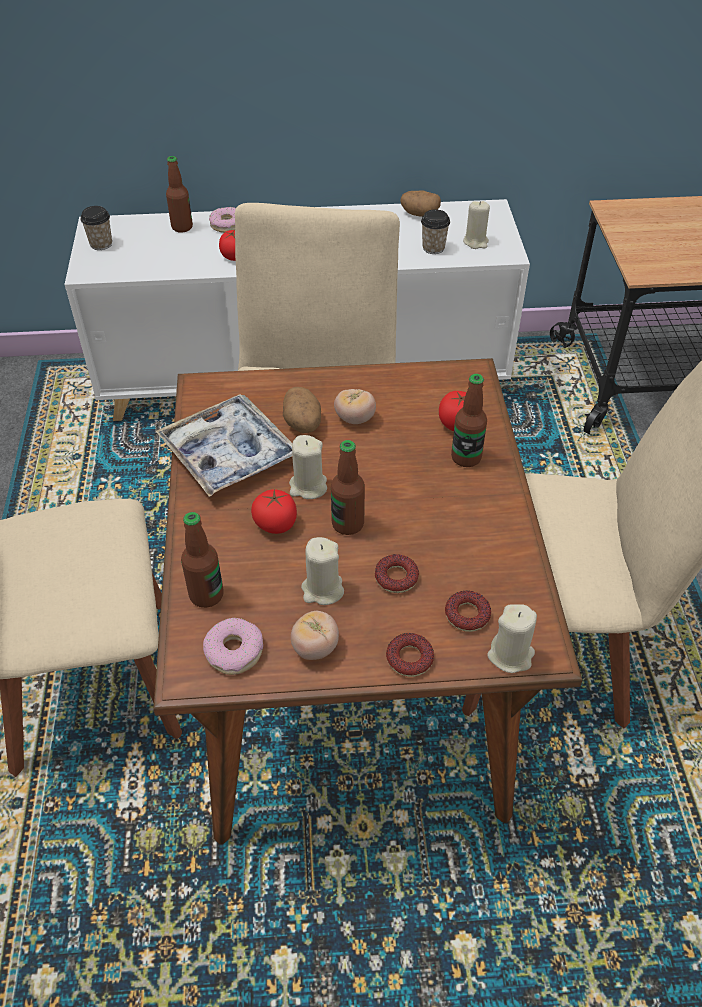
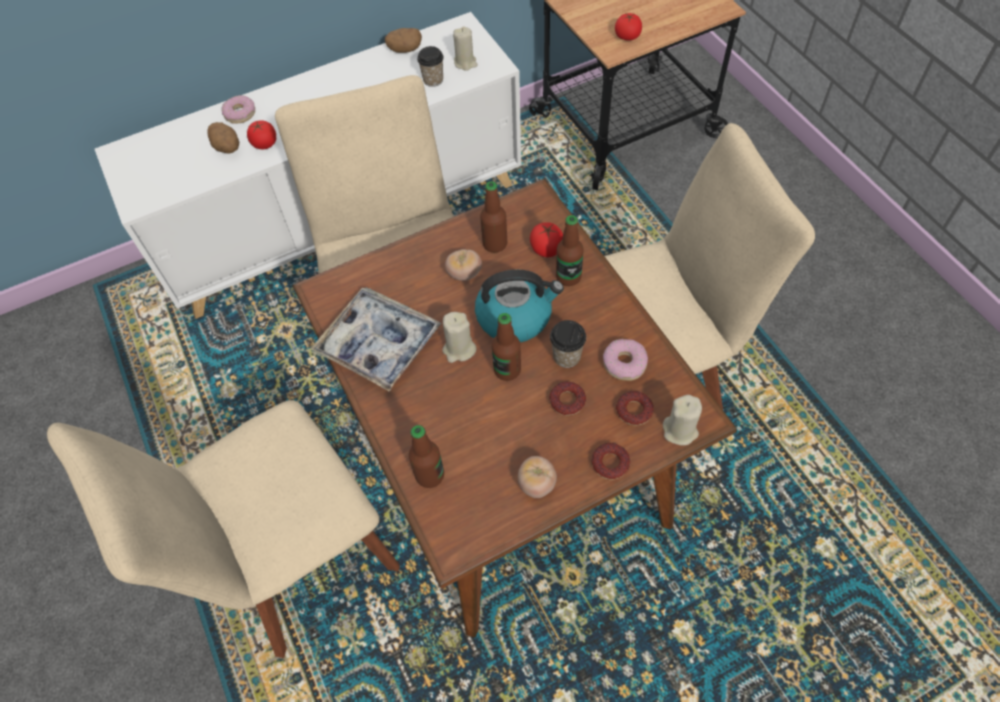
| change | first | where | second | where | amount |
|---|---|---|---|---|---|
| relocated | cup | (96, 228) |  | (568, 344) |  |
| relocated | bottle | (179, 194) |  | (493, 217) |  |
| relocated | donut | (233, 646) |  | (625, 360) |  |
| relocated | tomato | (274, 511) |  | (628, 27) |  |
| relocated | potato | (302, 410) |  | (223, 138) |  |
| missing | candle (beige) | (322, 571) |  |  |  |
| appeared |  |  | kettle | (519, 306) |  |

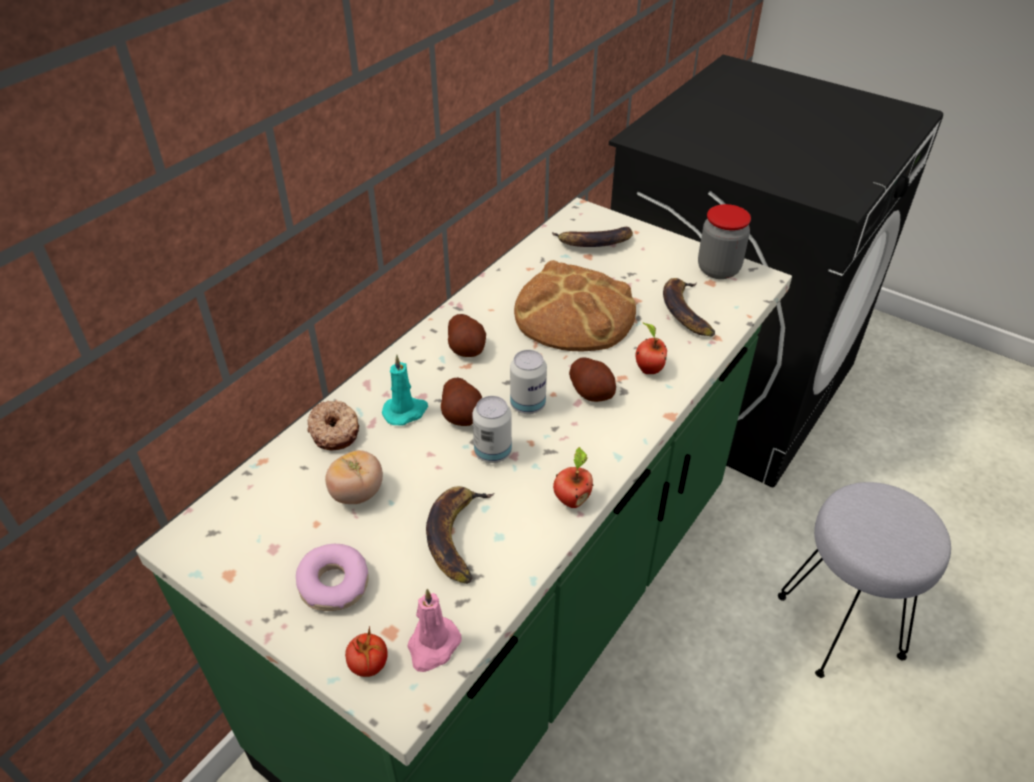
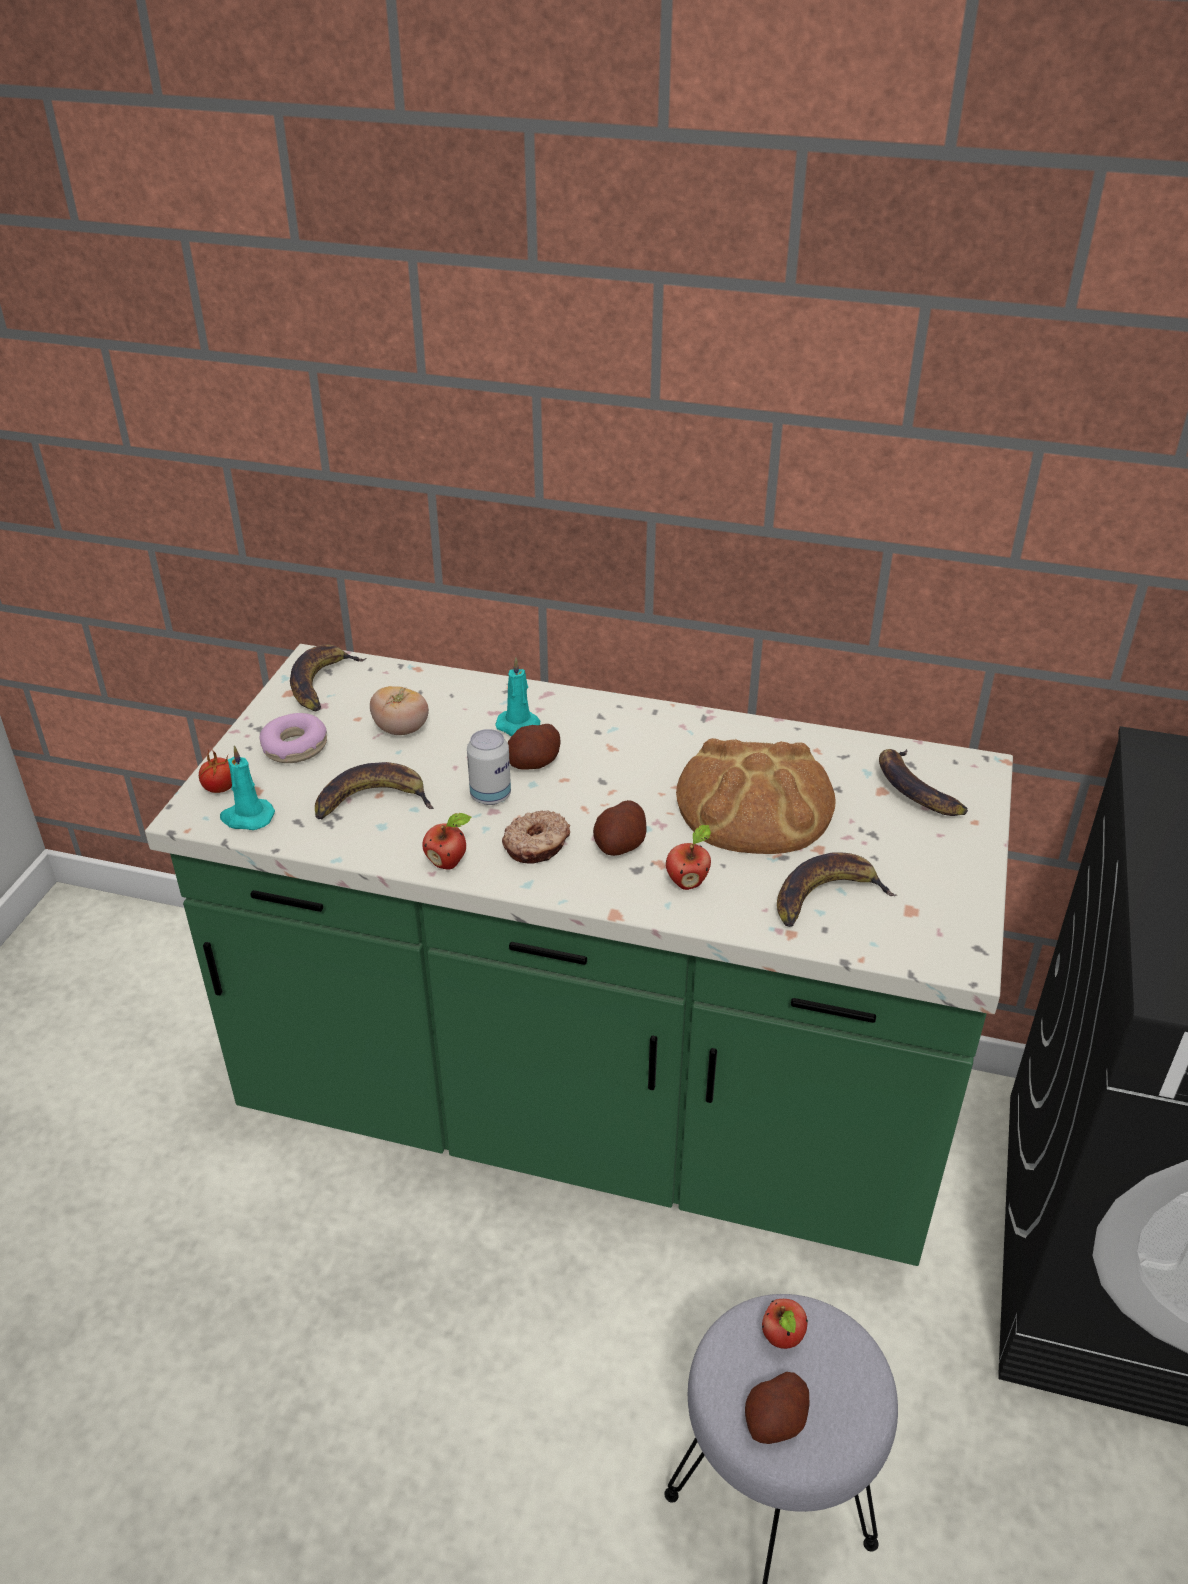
| change | first | where | second | where | amount |
|---|---|---|---|---|---|
| relocated | donut | (333, 426) |  | (536, 837) |  |
| colour | candle (pink) | (434, 630) | candle (turquoise) | (247, 788) |  |
| relocated | potato | (467, 335) |  | (777, 1408) |  |
| missing | can | (528, 382) |  |  |  |
| missing | jar | (724, 241) |  |  |  |
| appeared |  |  | banana | (328, 678) |  |
| appeared |  |  | apple | (785, 1324) |  |

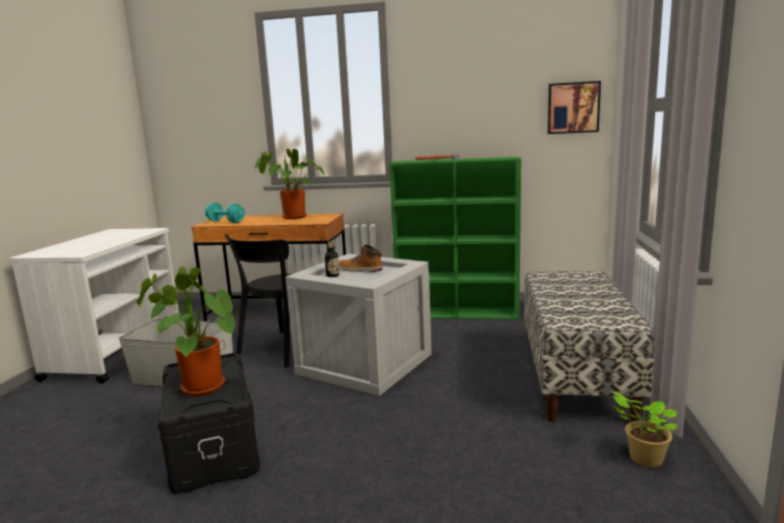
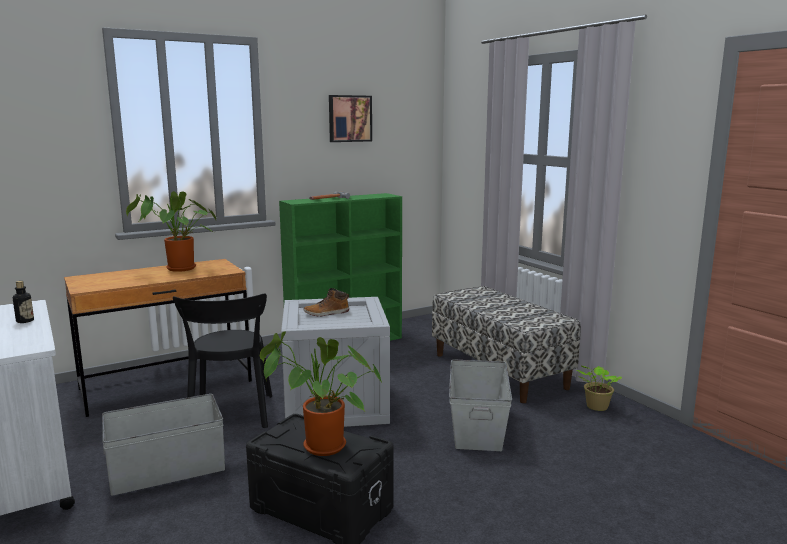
| change | first | where | second | where | amount |
|---|---|---|---|---|---|
| missing | dumbbell (turquoise) | (225, 213) |  |  |  |
| relocated | bottle | (332, 259) |  | (23, 302) |  |
| relocated | picture | (574, 107) |  | (350, 118) |  |
| appeared |  |  | storage box (grey) | (480, 405) |  |

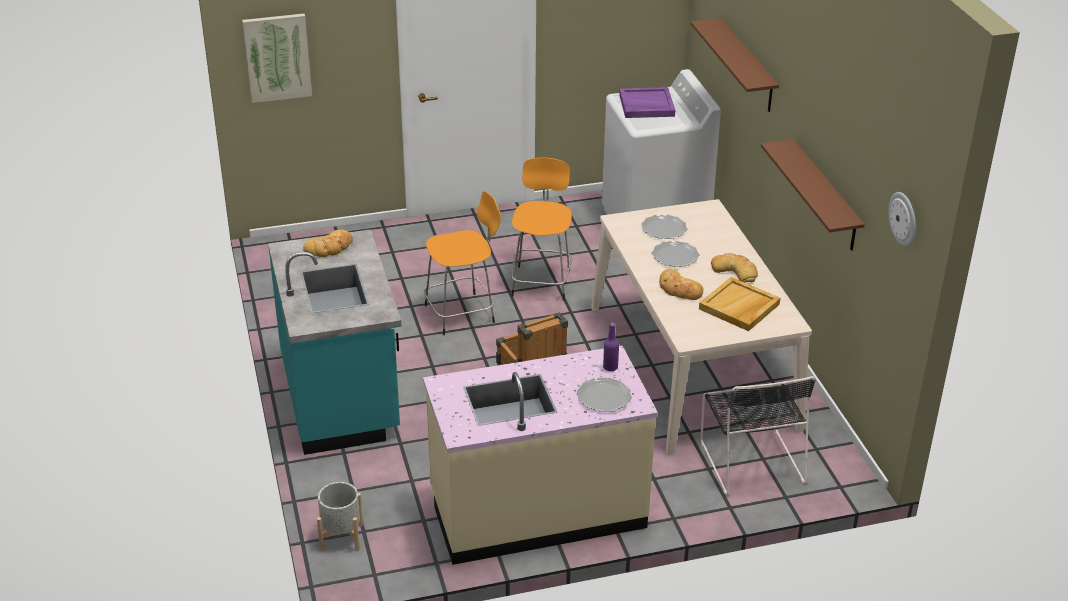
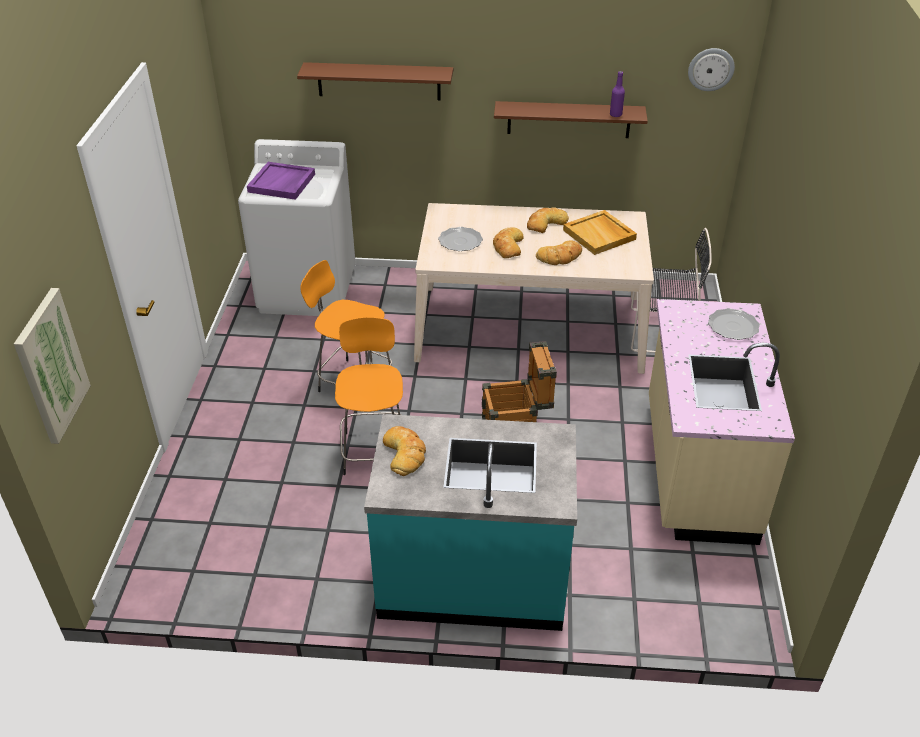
| change | first | where | second | where | amount |
|---|---|---|---|---|---|
| missing | planter (grey) | (340, 516) |  |  |  |
| relocated | bottle (purple) | (611, 347) |  | (617, 94) |  |
| exchanged | plate | (675, 254) | bread | (508, 242) |  |

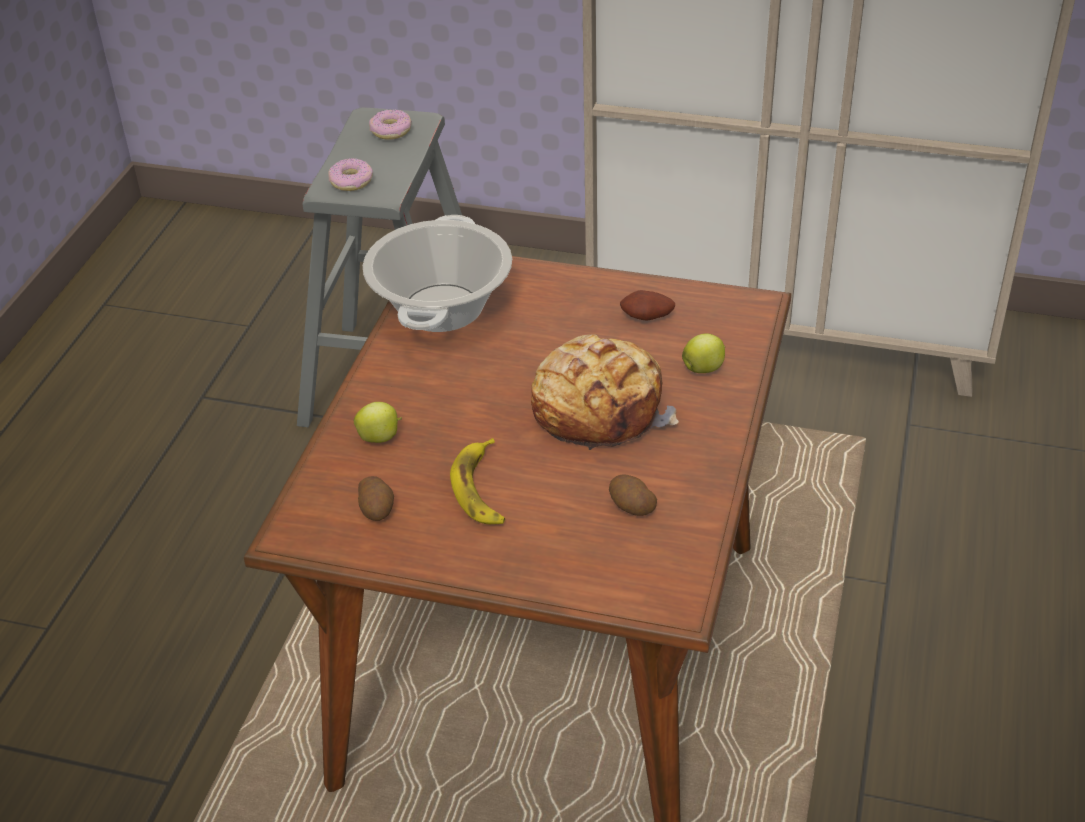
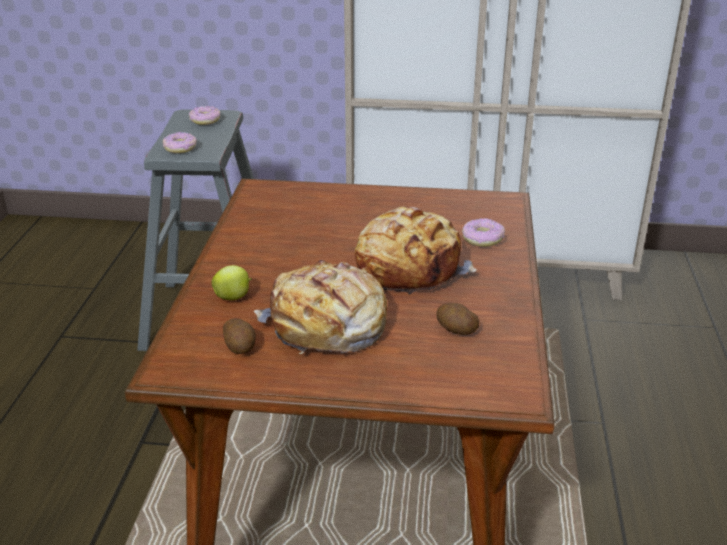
| change | first | where | second | where | amount |
|---|---|---|---|---|---|
| missing | cooking pot | (437, 273) |  |  |  |
| exchanged | banana | (477, 481) | bread | (320, 307) |  |
| missing | potato | (647, 305) |  |  |  |
| exchanged | apple | (703, 353) | donut | (483, 232) |  |

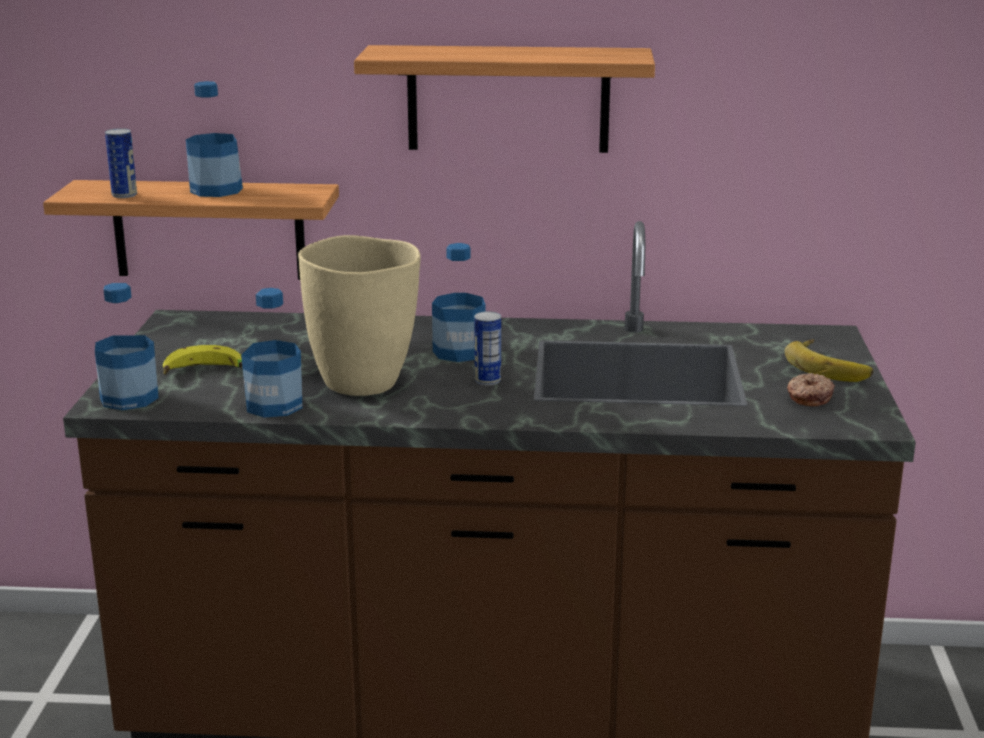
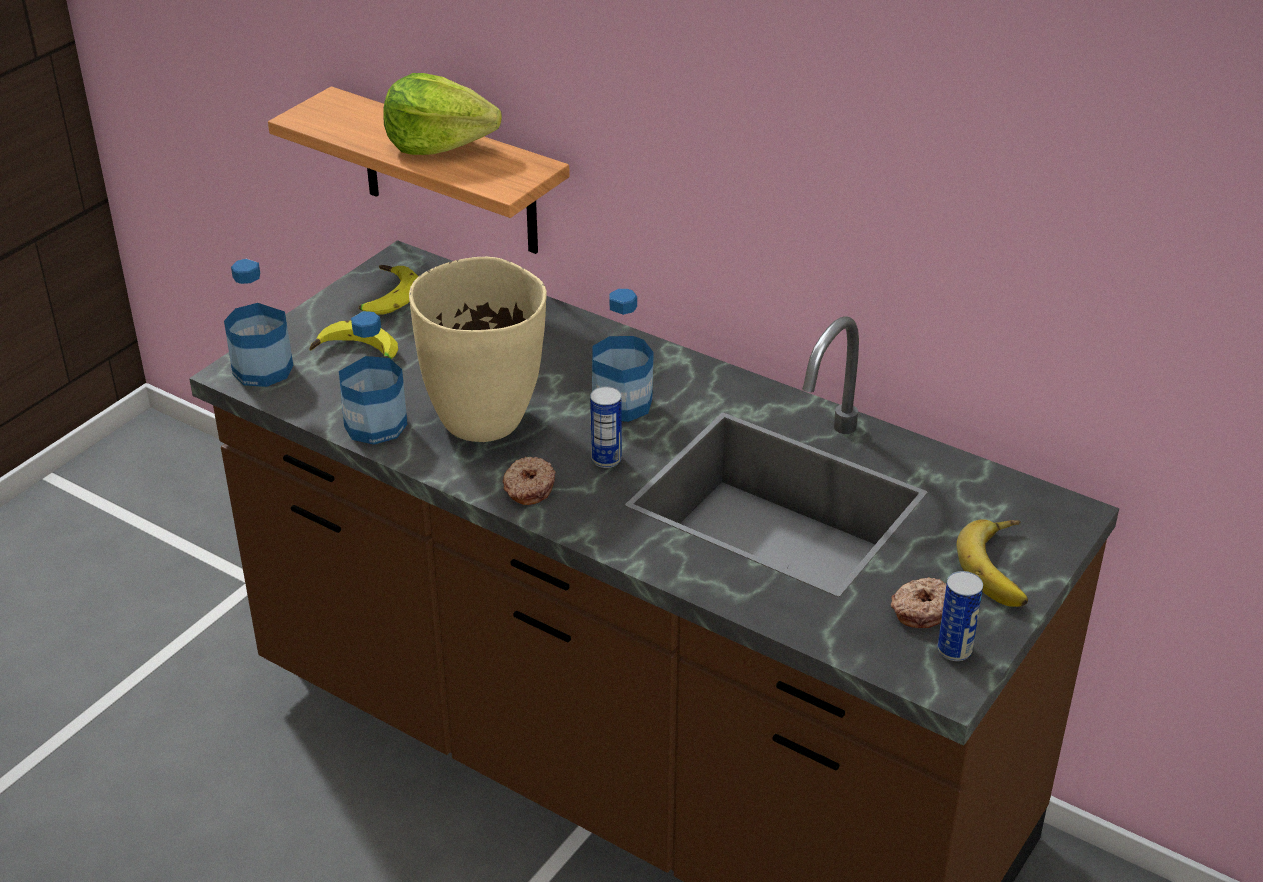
| change | first | where | second | where | amount |
|---|---|---|---|---|---|
| relocated | can | (121, 163) |  | (960, 616) |  |
| exchanged | bottle | (214, 139) | lettuce | (442, 114) |  |
| missing | shelf | (504, 99) |  |  |  |
| appeared |  |  | banana | (389, 290) |  |
| appeared |  |  | donut | (529, 480) |  |

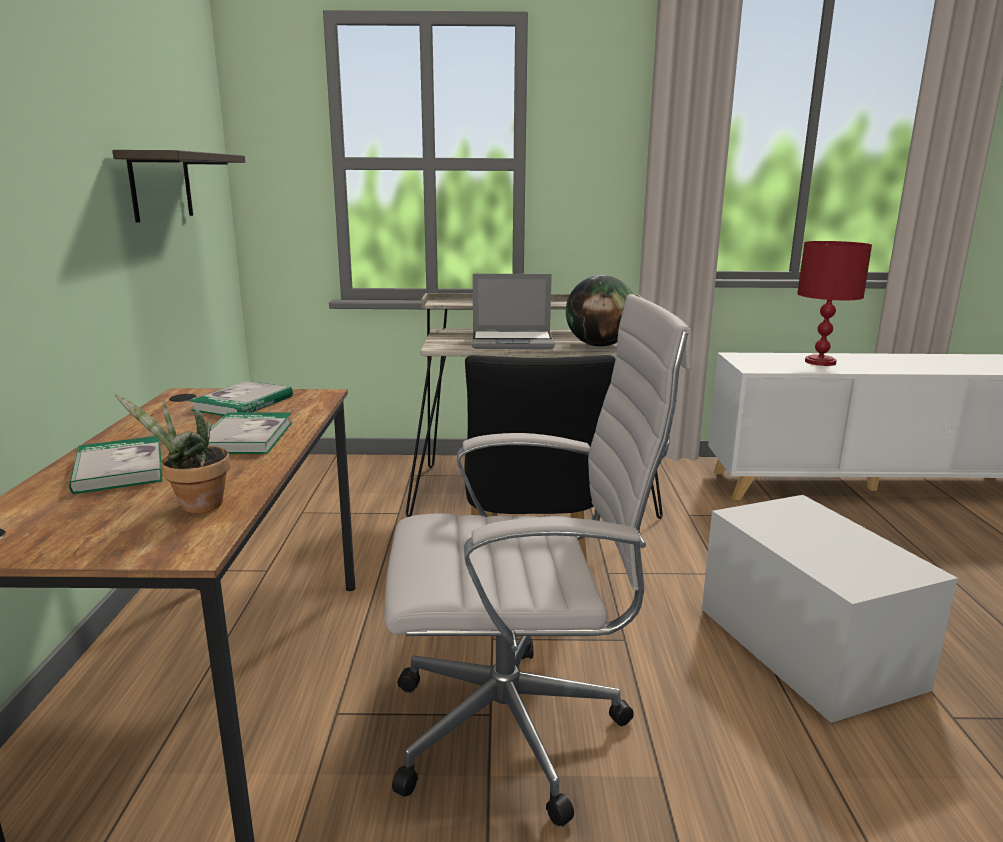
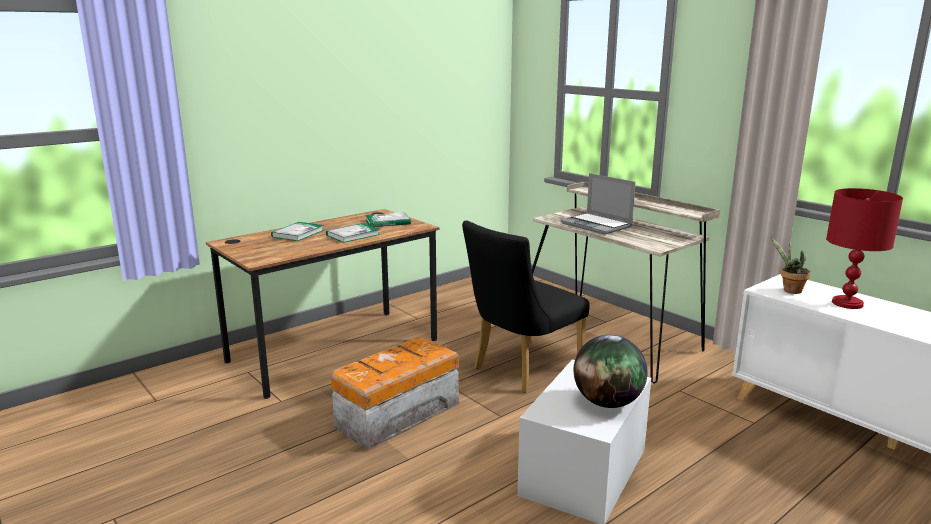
| change | first | where | second | where | amount |
|---|---|---|---|---|---|
| missing | shelf | (178, 186) |  |  |  |
| relocated | potted plant | (172, 453) |  | (791, 265) |  |
| exchanged | office chair (white) | (538, 560) | storage box | (395, 394) |  |
| relocated | globe | (599, 310) |  | (610, 371) |  |

